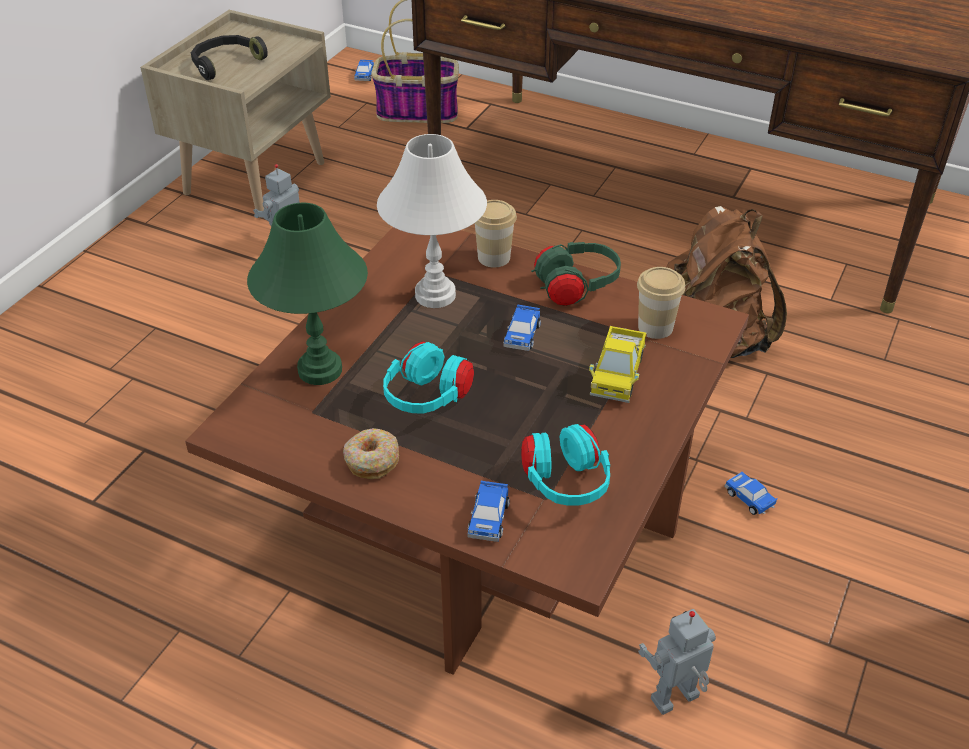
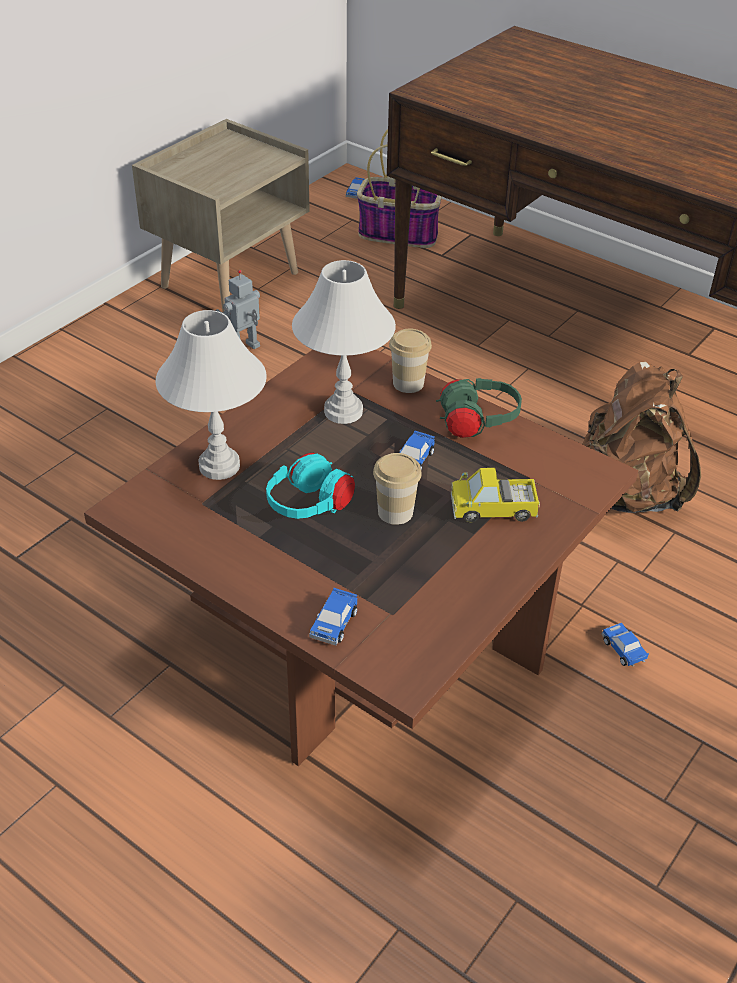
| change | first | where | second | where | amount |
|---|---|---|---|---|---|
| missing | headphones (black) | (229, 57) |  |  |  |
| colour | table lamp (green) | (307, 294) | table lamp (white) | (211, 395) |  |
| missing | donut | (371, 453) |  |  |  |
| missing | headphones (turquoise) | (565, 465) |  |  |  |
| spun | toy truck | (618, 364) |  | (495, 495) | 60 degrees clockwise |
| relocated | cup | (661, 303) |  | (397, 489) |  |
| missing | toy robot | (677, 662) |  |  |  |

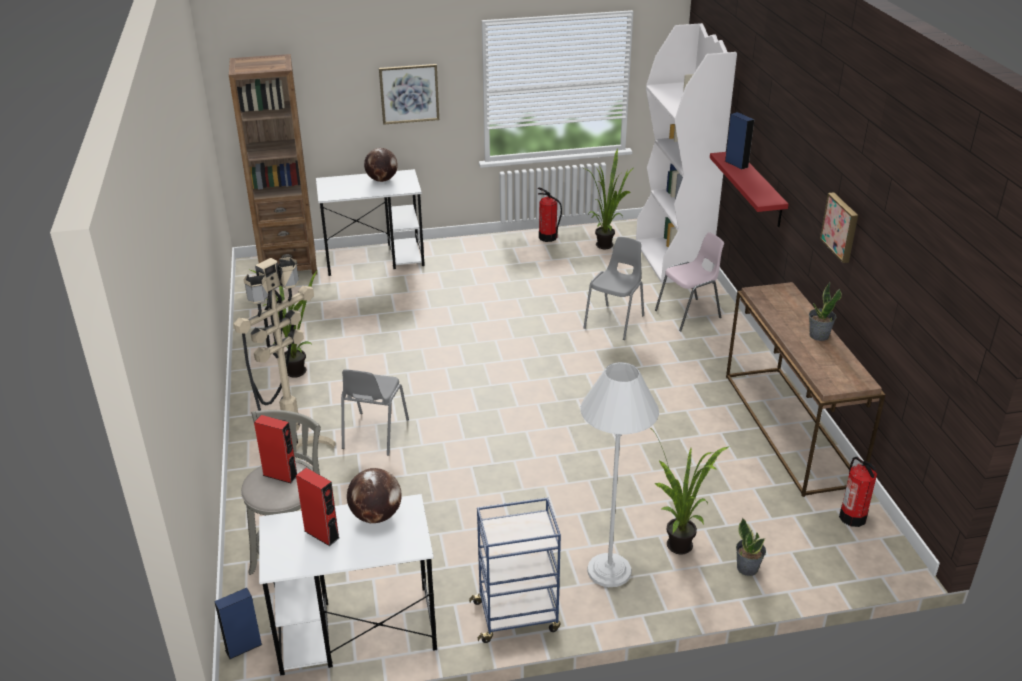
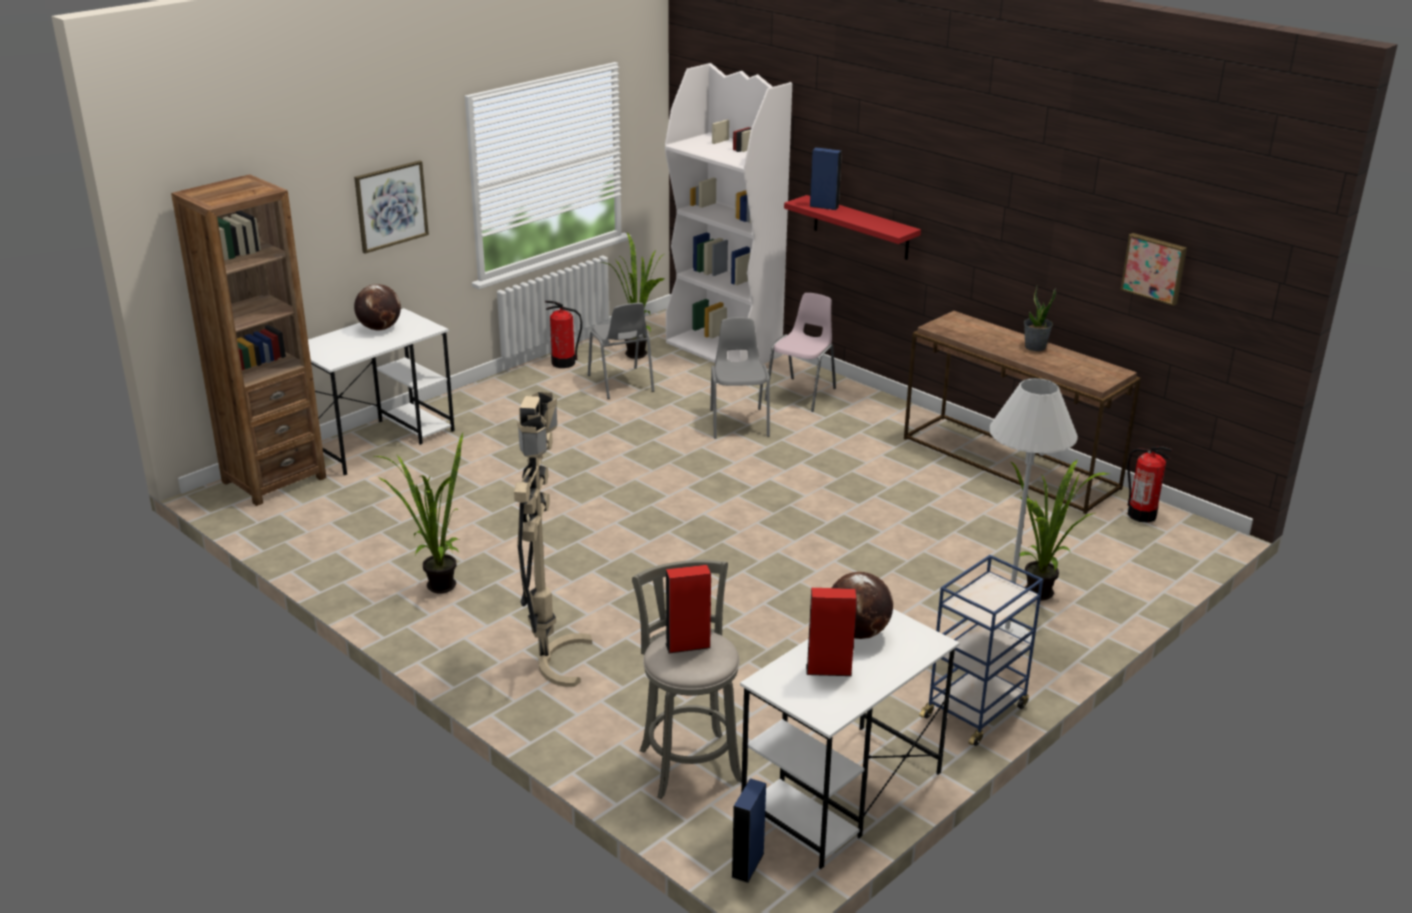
| change | first | where | second | where | amount |
|---|---|---|---|---|---|
| relocated | chair (grey) | (375, 412) |  | (621, 351) |  |
| missing | potted plant | (751, 547) |  |  |  |
| relocated | picture | (839, 227) |  | (1154, 269) |  |

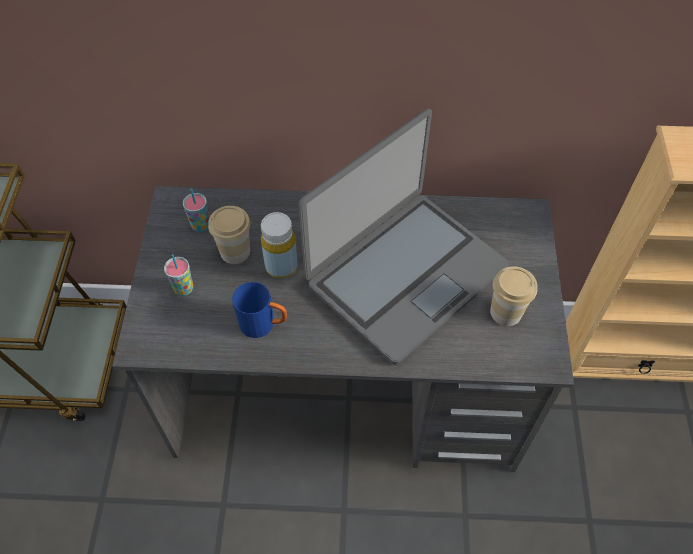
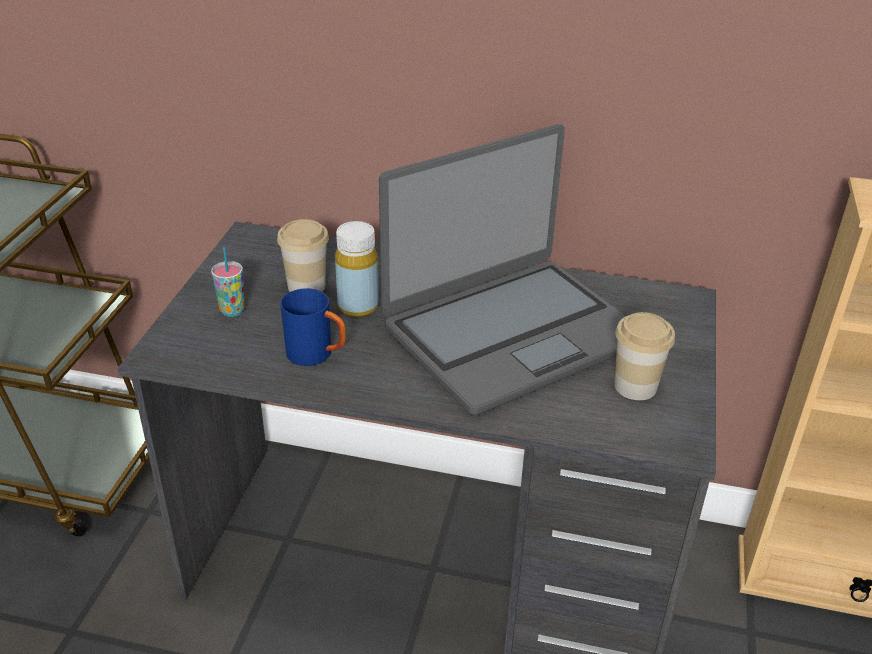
| change | first | where | second | where | amount |
|---|---|---|---|---|---|
| missing | cup | (196, 210) |  |  |  |

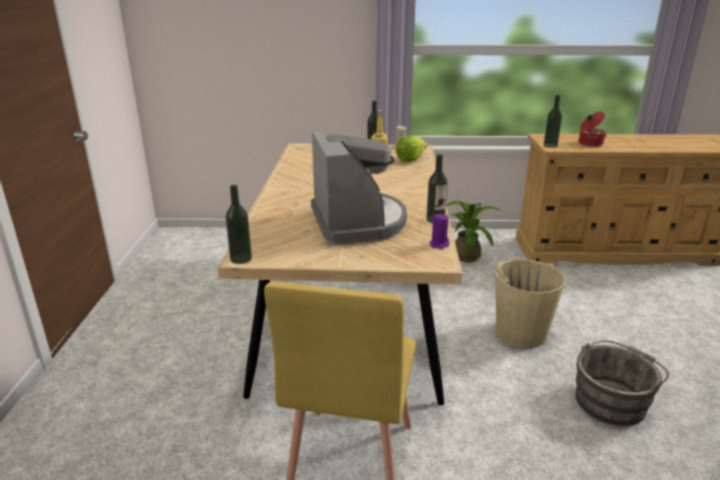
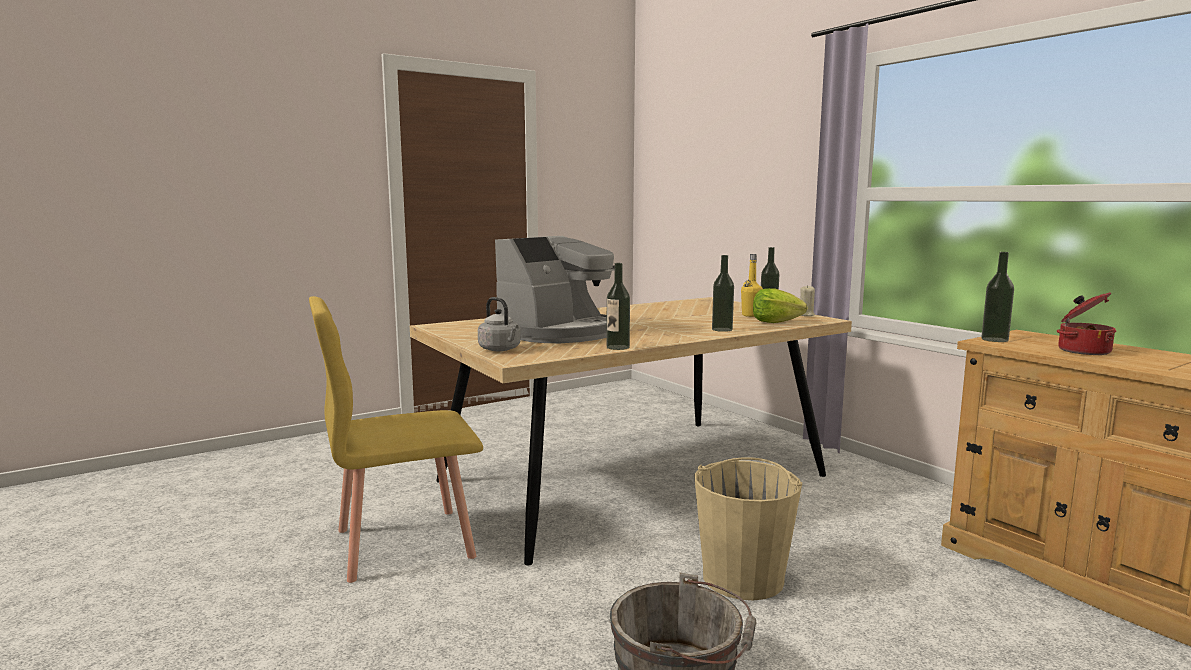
| change | first | where | second | where | amount |
|---|---|---|---|---|---|
| relocated | bottle | (239, 224) |  | (723, 293) |  |
| missing | candle (purple) | (439, 231) |  |  |  |
| missing | potted plant | (474, 231) |  |  |  |
| appeared |  |  | kettle (grey) | (499, 324) |  |

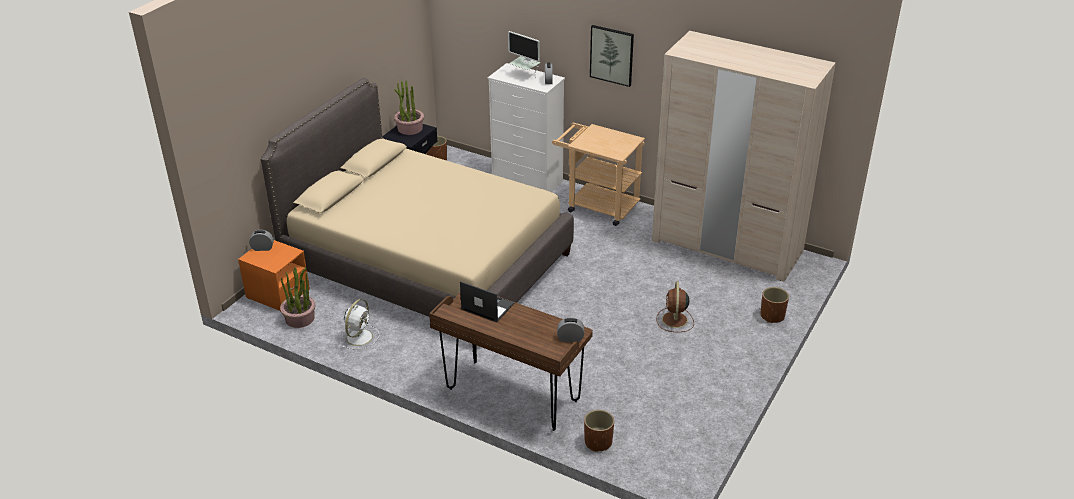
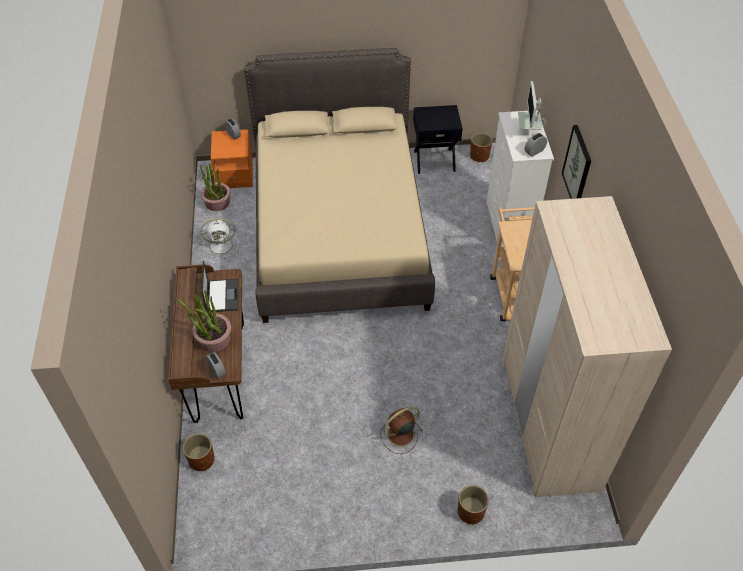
| change | first | where | second | where | amount |
|---|---|---|---|---|---|
| relocated | potted plant | (409, 107) |  | (204, 321) |  |

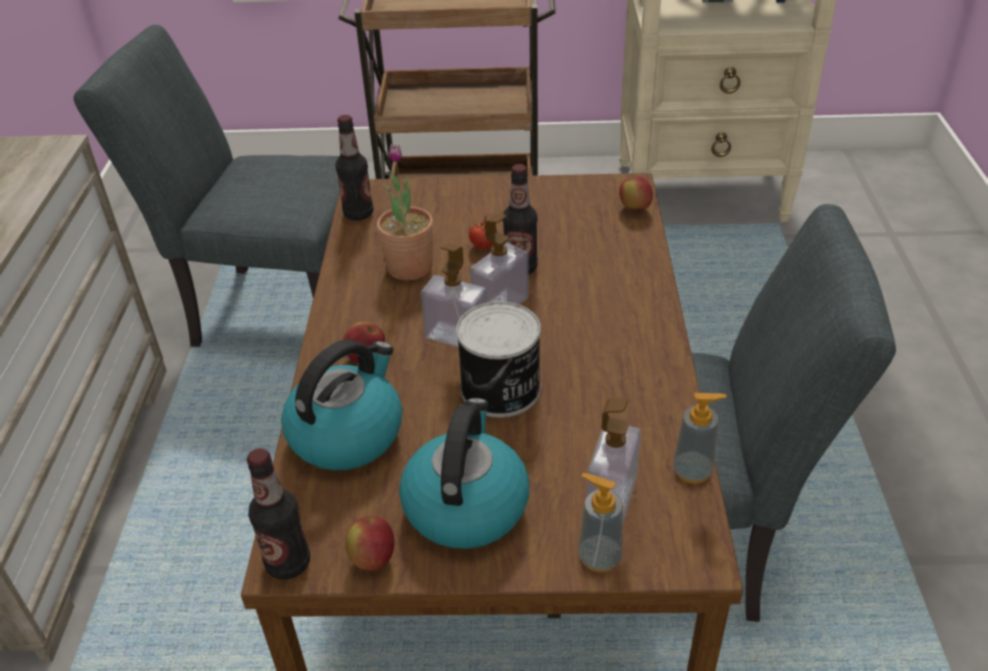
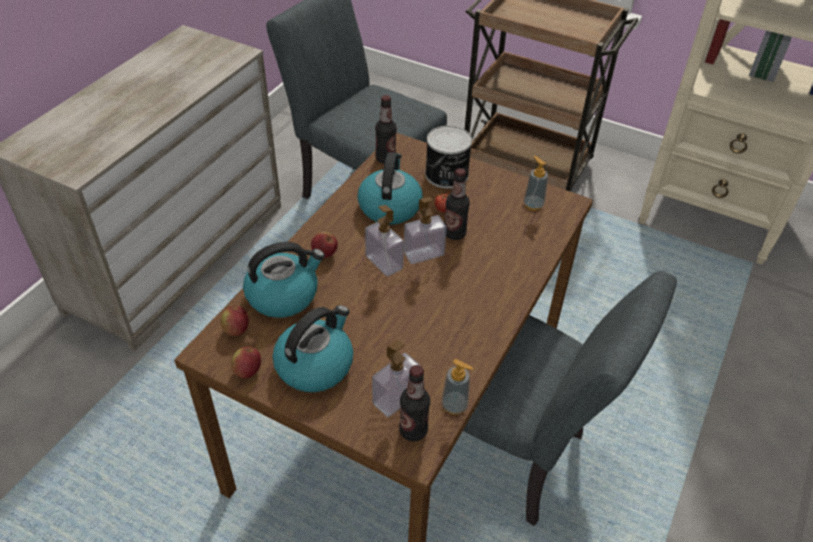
| change | first | where | second | where | amount |
|---|---|---|---|---|---|
| relocated | bottle | (278, 514) |  | (414, 403) |  |
| exchanged | potted plant | (405, 212) | kettle | (390, 188) |  |
| relocated | can | (498, 359) |  | (448, 157) |  |
| relocated | soap dispenser | (600, 523) |  | (536, 183) |  |
| relocated | apple | (636, 192) |  | (234, 321) |  |

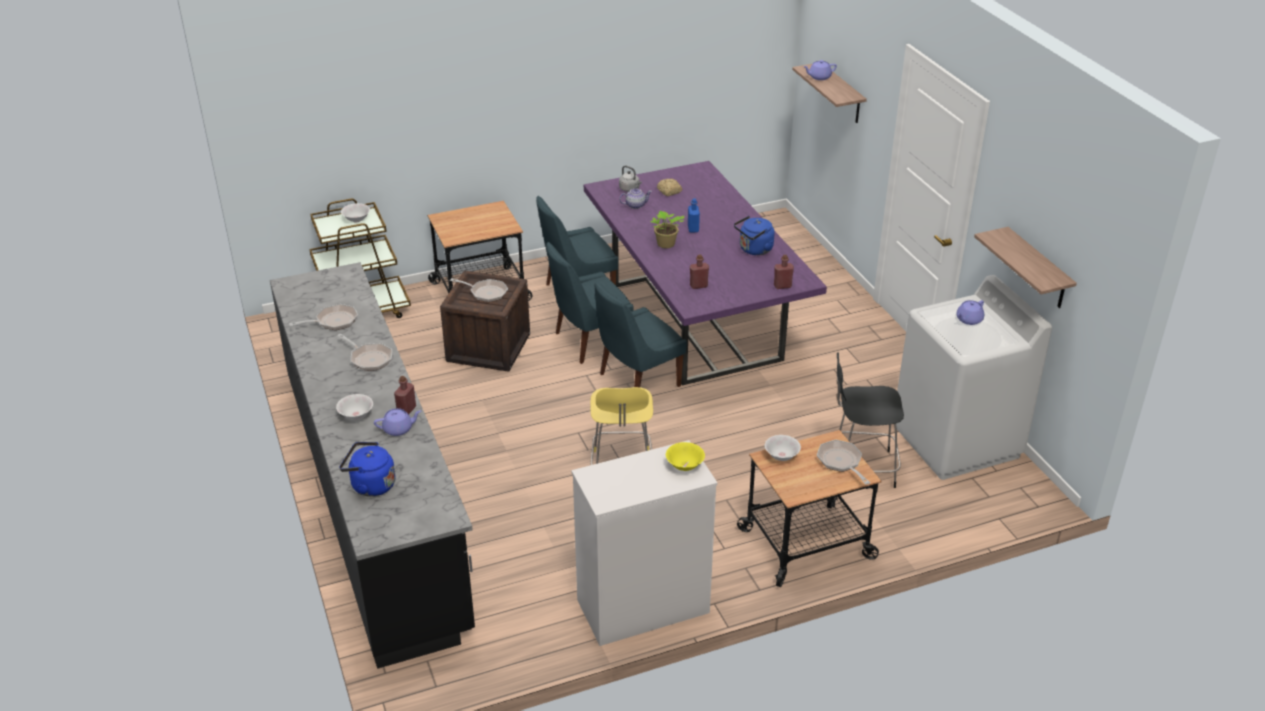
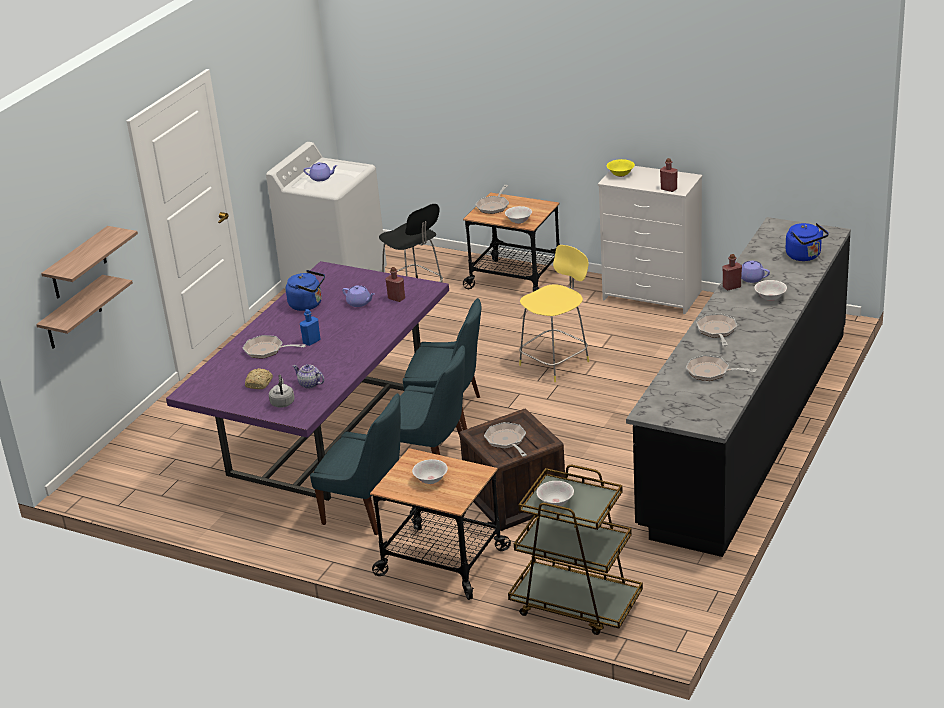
| change | first | where | second | where | amount |
|---|---|---|---|---|---|
| missing | potted plant | (667, 229) |  |  |  |
| relocated | bottle (red) | (784, 272) |  | (669, 175) |  |
| relocated | teapot (purple) | (820, 70) |  | (358, 296) |  |
| relocated | shelf | (1025, 267) |  | (84, 312) |  |
| appeared |  |  | frying pan | (274, 347) |  |
| appeared |  |  | bowl (white) | (430, 471) |  |

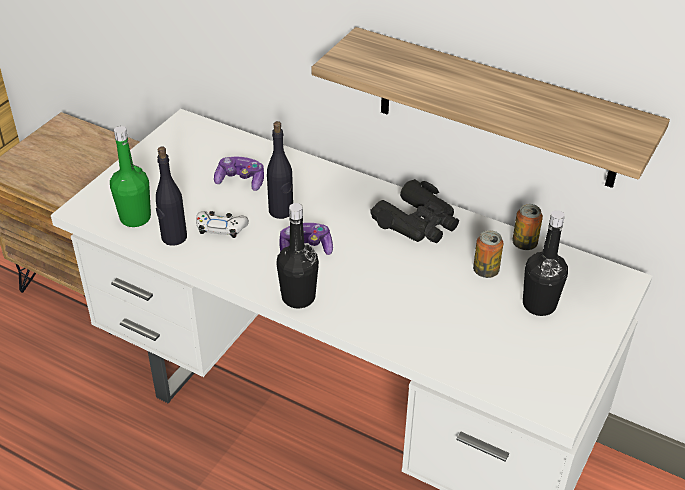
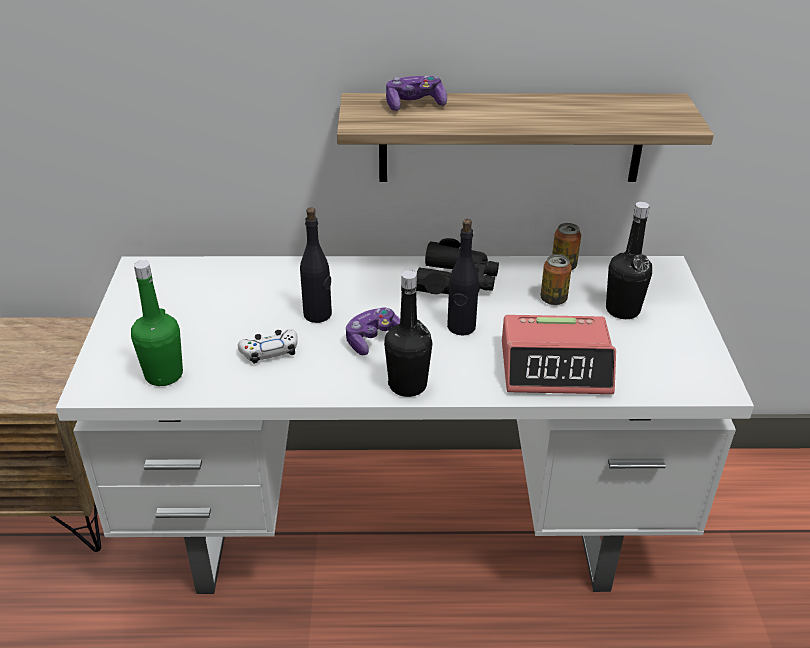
| change | first | where | second | where | amount |
|---|---|---|---|---|---|
| relocated | bottle (black) | (171, 196) |  | (463, 277) |  |
| relocated | game controller | (239, 174) |  | (416, 93) |  |
| appeared |  |  | alarm clock | (559, 354) |  |

